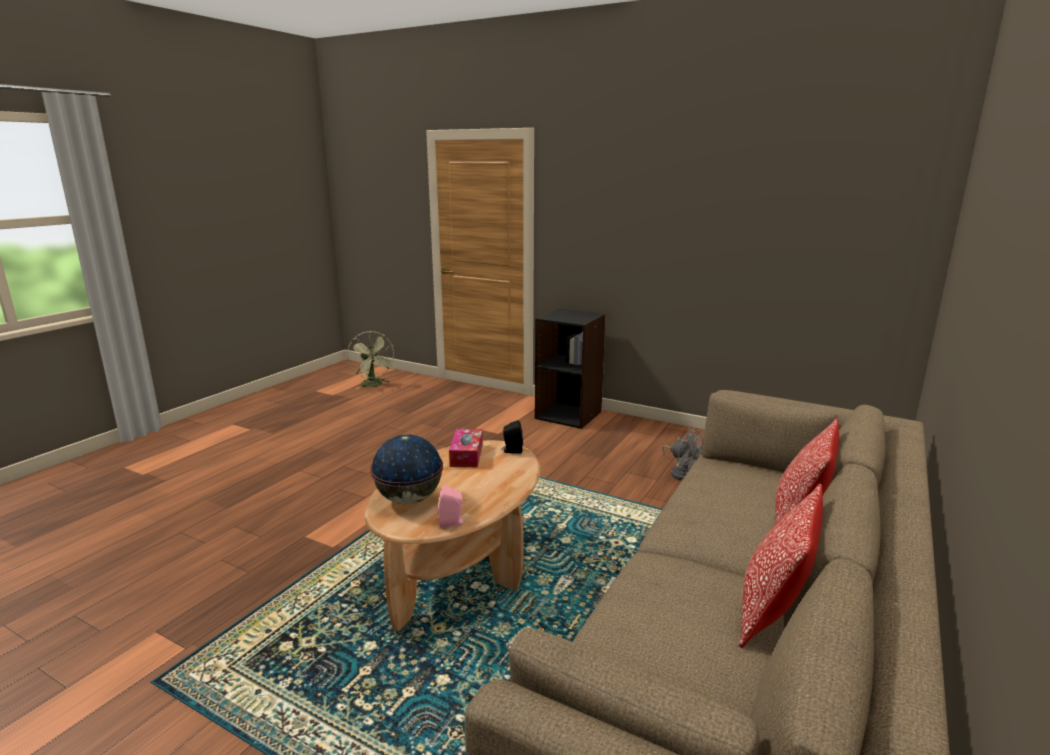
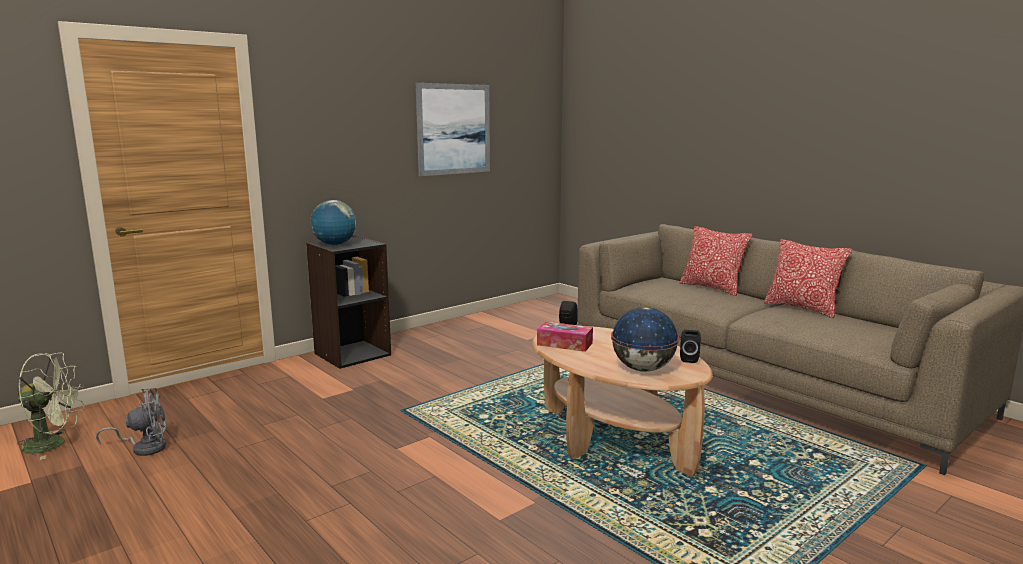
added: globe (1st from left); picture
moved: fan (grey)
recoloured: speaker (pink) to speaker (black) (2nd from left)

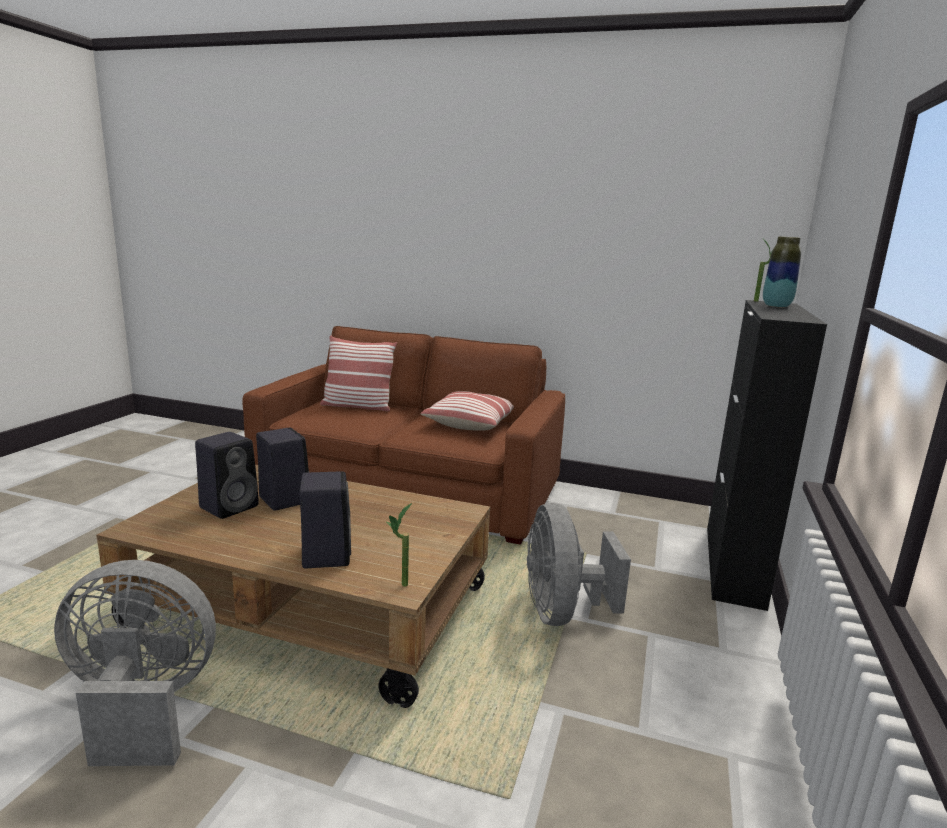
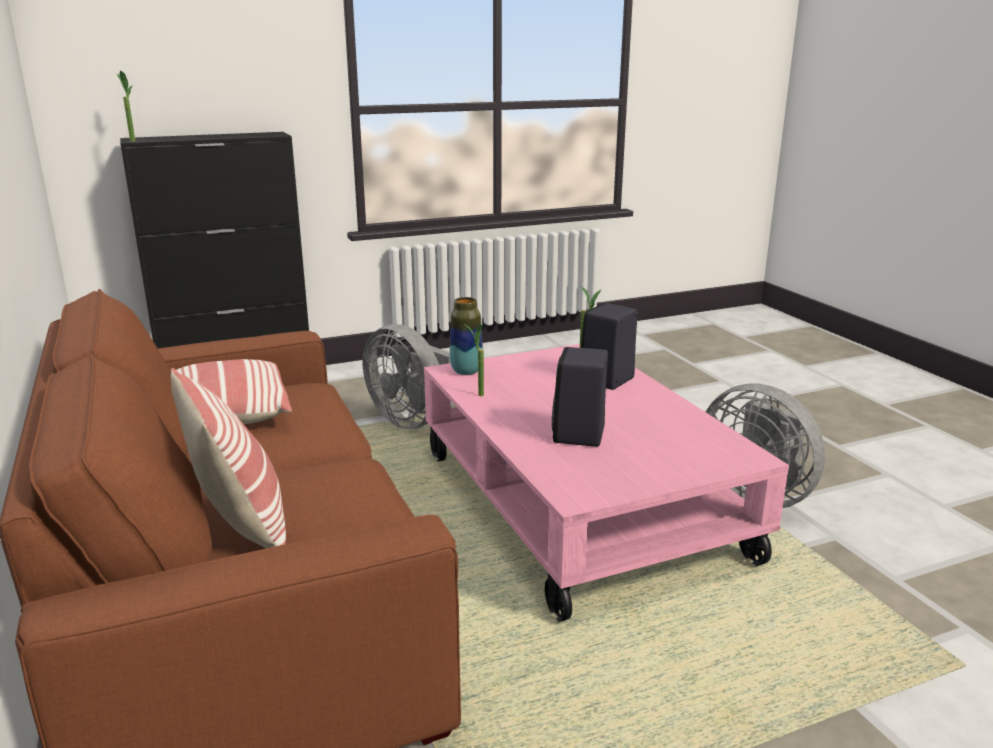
removed: speaker (black) (1st from left)
added: potted plant (2nd from left)
moved: vase
recoloured: coffee table (brown) to coffee table (pink)
turned: fan (grey) (2nd from left in the first image) 90 degrees clockwise

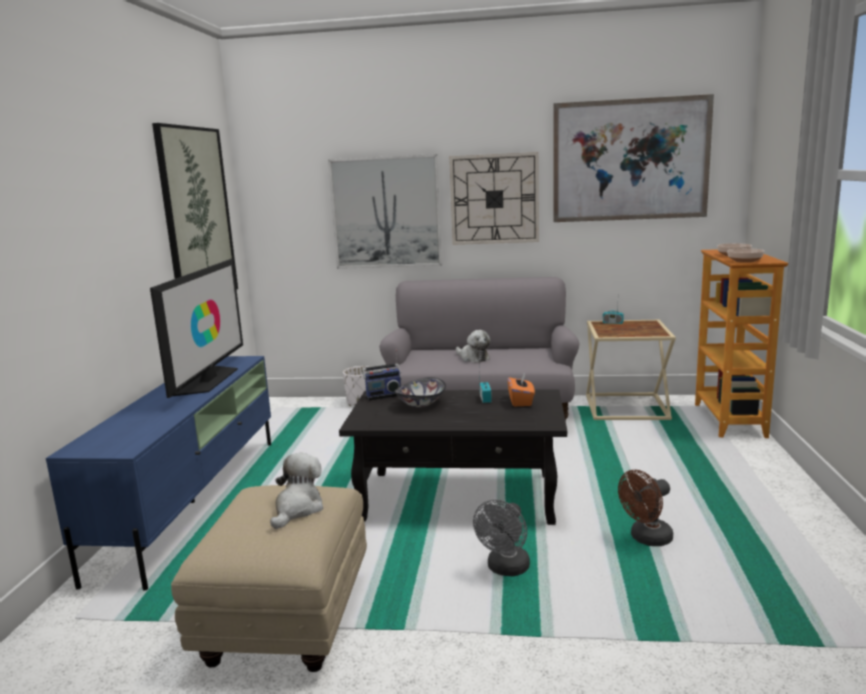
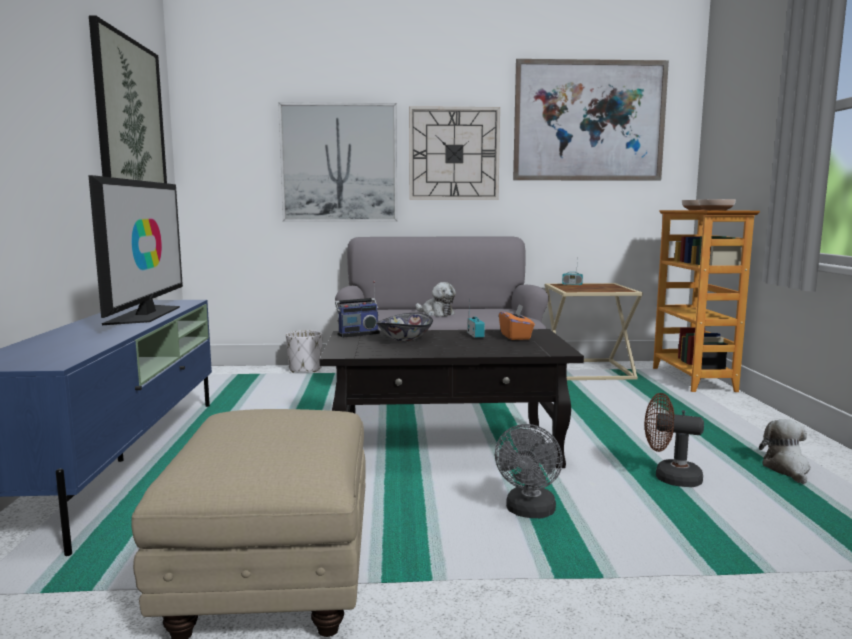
moved: plush toy (1st from left in the first image) to plush toy (2nd from left)
turned: fan (brown) 60 degrees clockwise

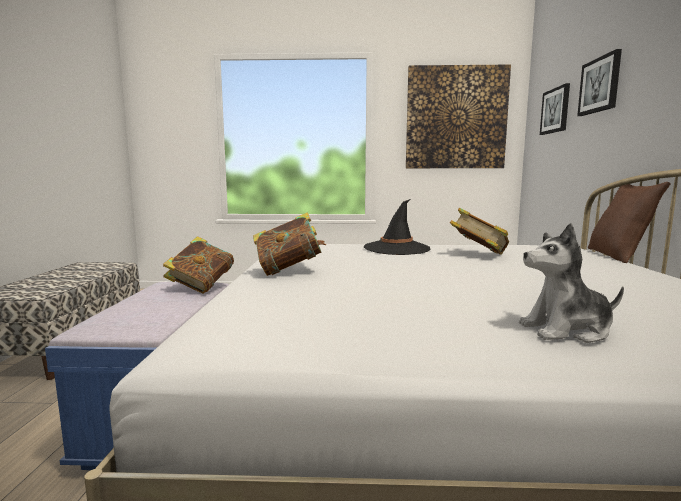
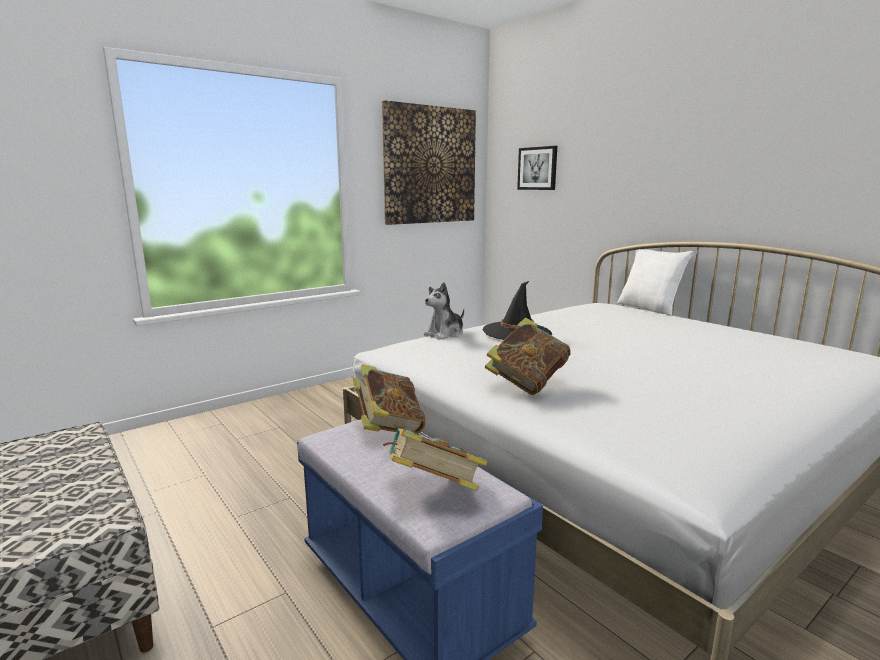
removed: picture (3rd from left)
moved: book (3rd from left in the first image) to book (2nd from left); plush toy
recoloured: pillow (brown) to pillow (white)

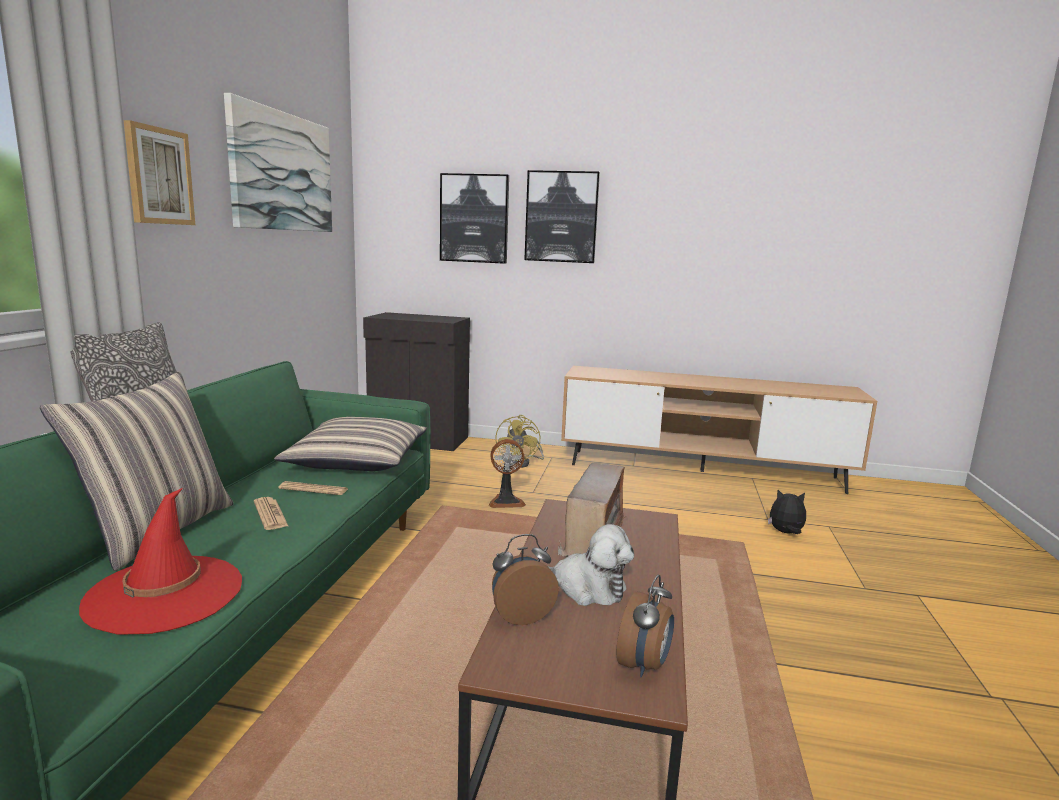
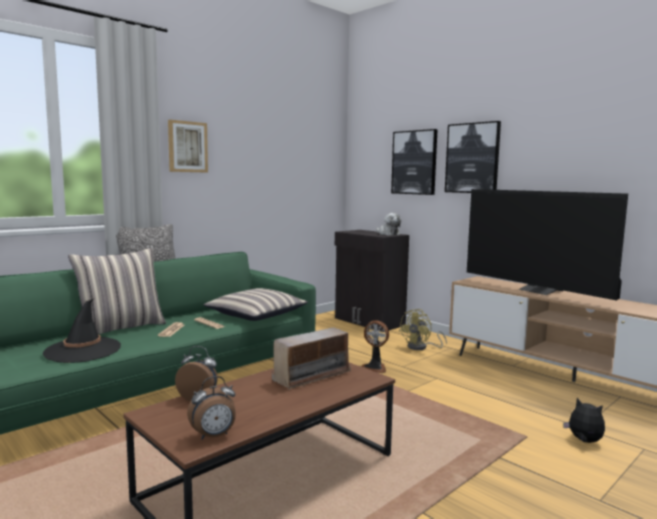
removed: picture (2nd from left)
added: television
moved: plush toy (1st from left)
recoloured: hat (red) to hat (black)

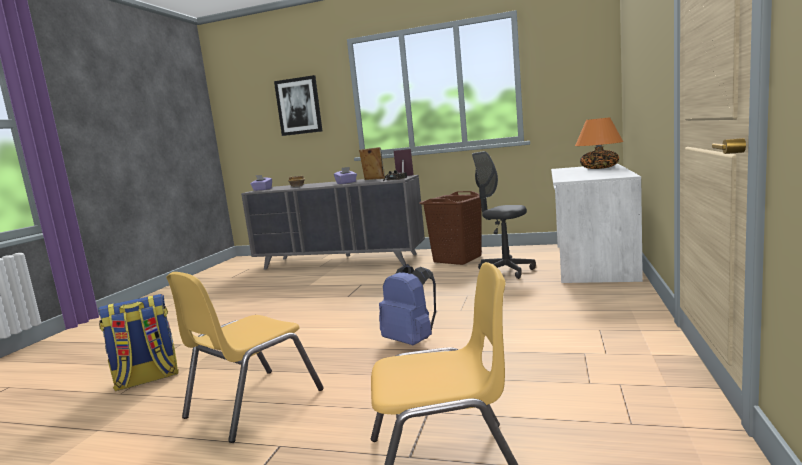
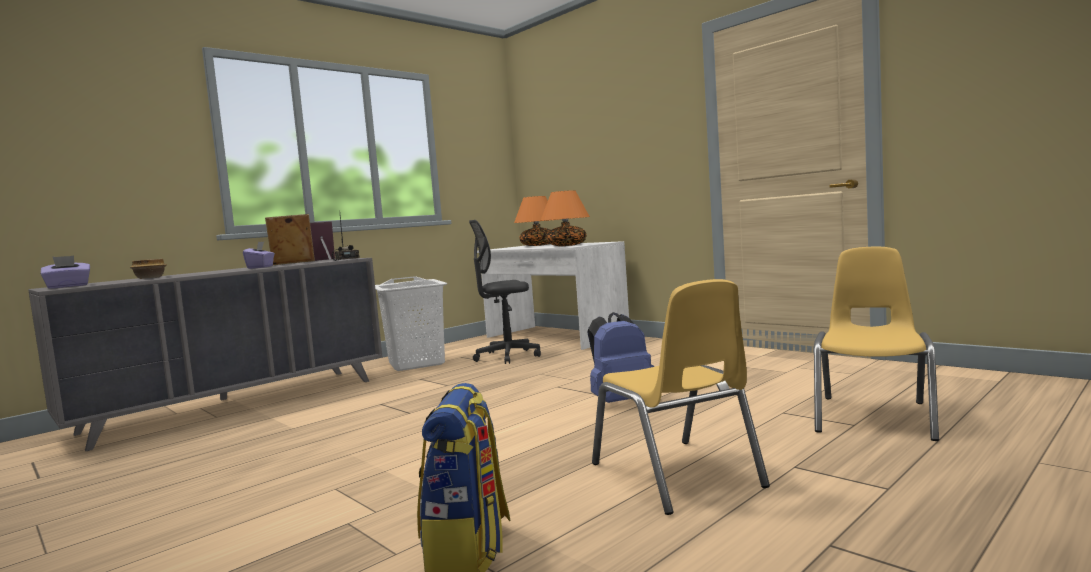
removed: picture
added: table lamp (orange) (2nd from left)
recoloured: laundry basket (brown) to laundry basket (white)

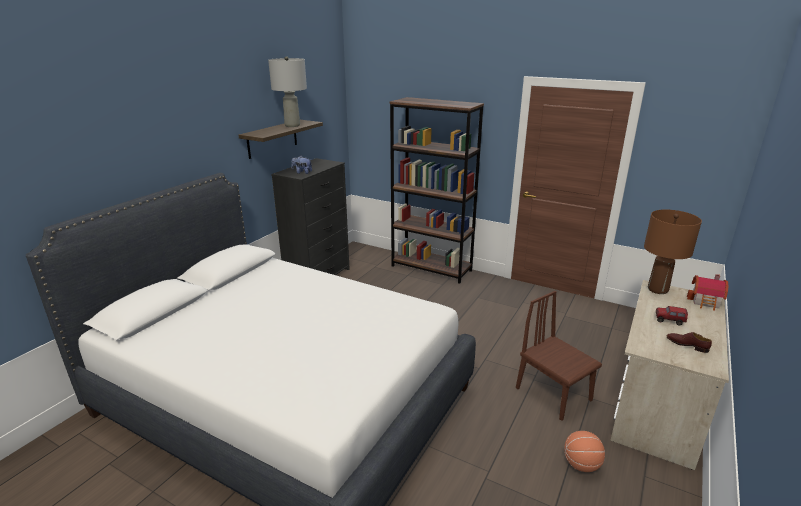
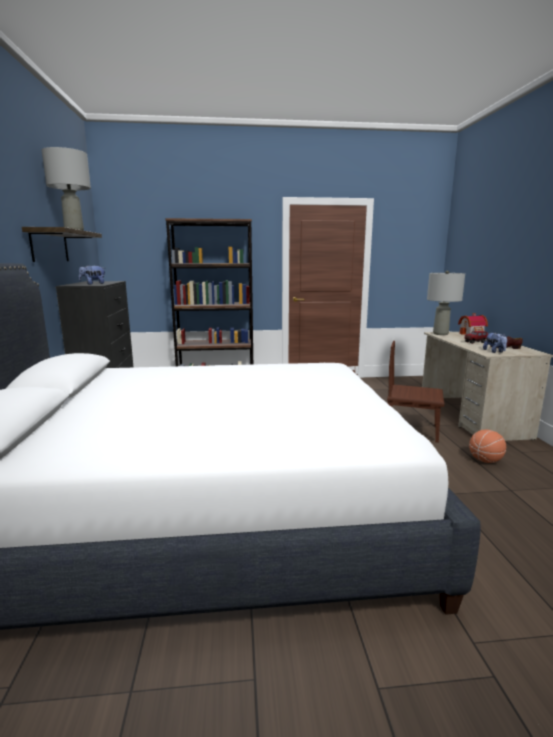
added: plush toy (2nd from left)
recoloured: table lamp (brown) to table lamp (grey) (2nd from left)

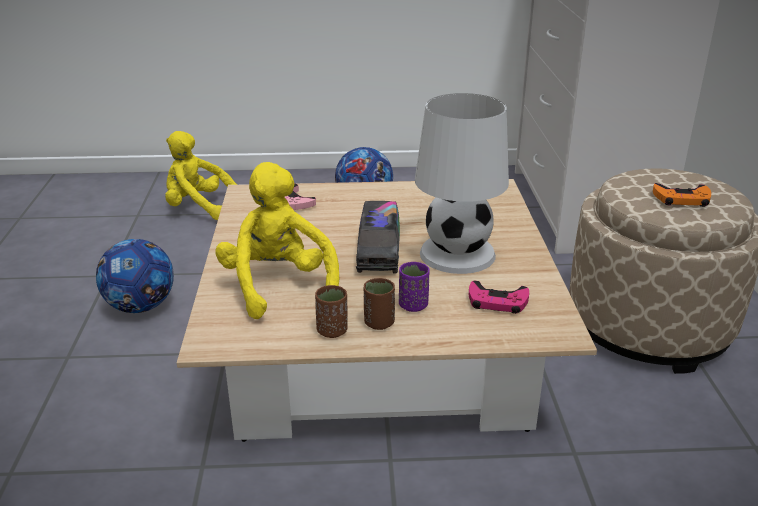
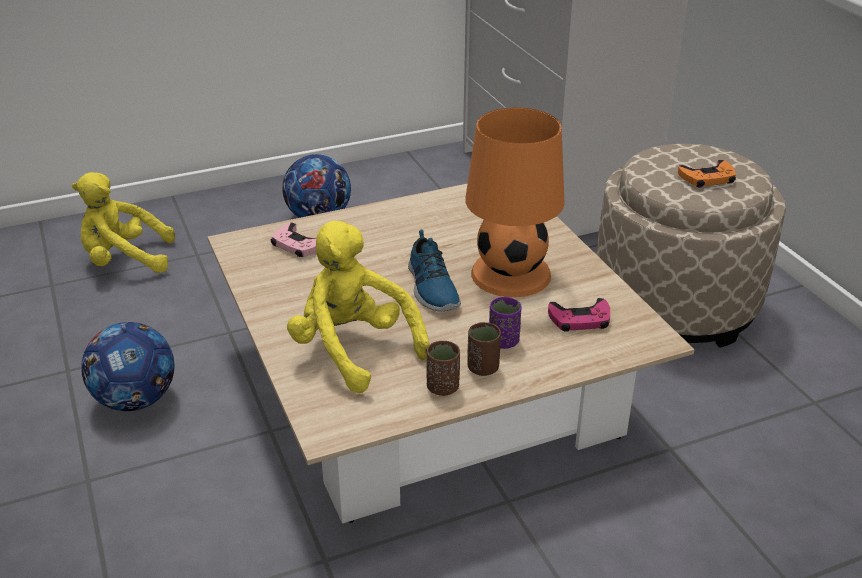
replaced: toy truck to shoe
recoloured: table lamp (white) to table lamp (orange)

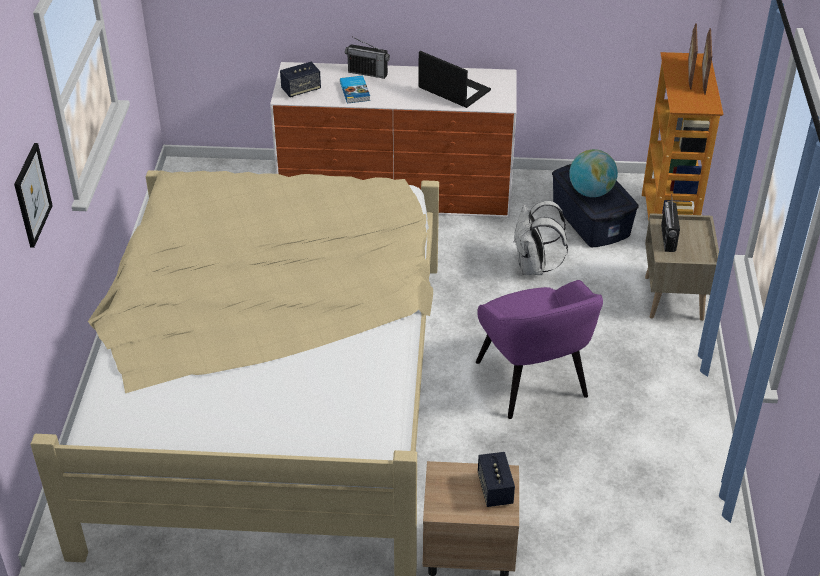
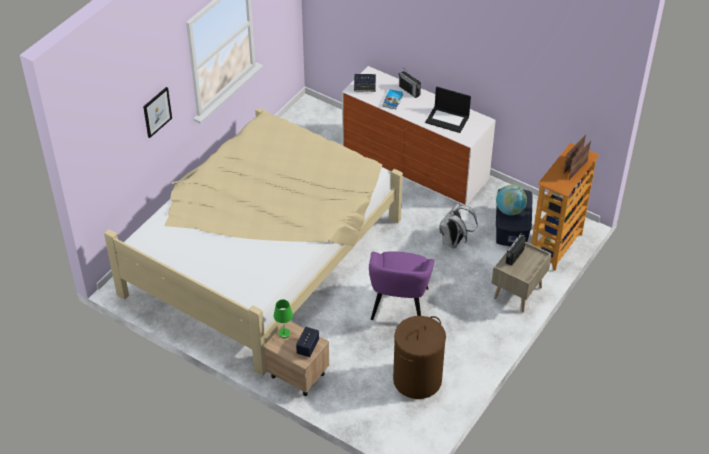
added: table lamp (green); laundry basket (brown)
turned: laptop 135 degrees clockwise

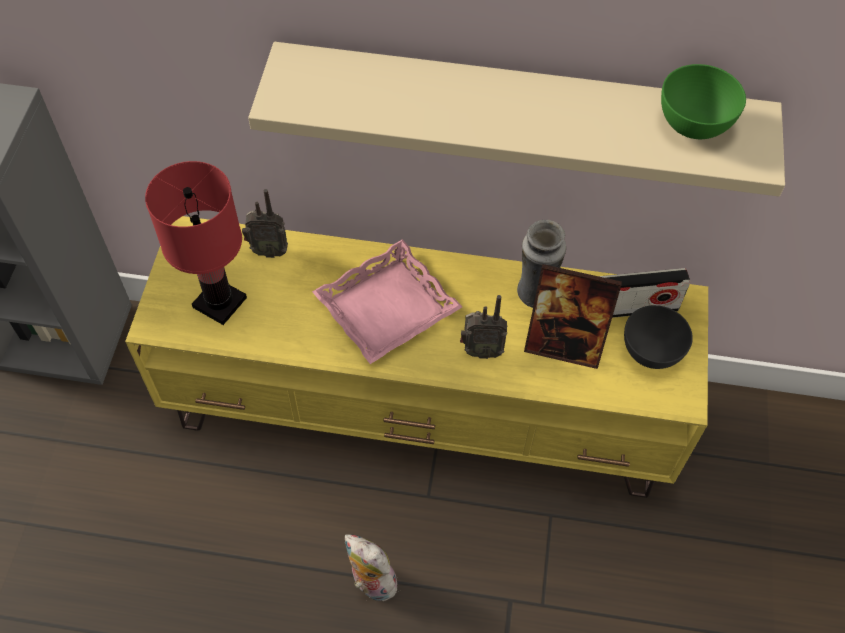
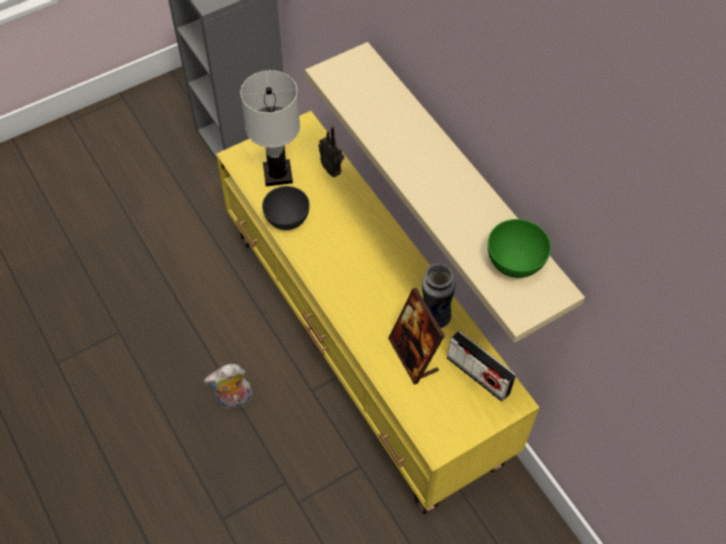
removed: tray (pink); radio (2nd from left)
moved: bowl (grey)
recoloured: table lamp (red) to table lamp (white)
turned: plush toy 105 degrees counterclockwise

